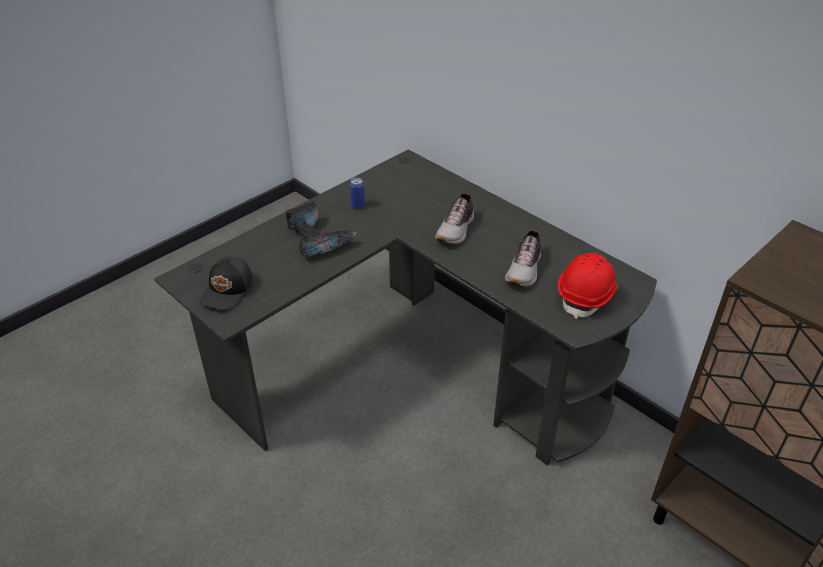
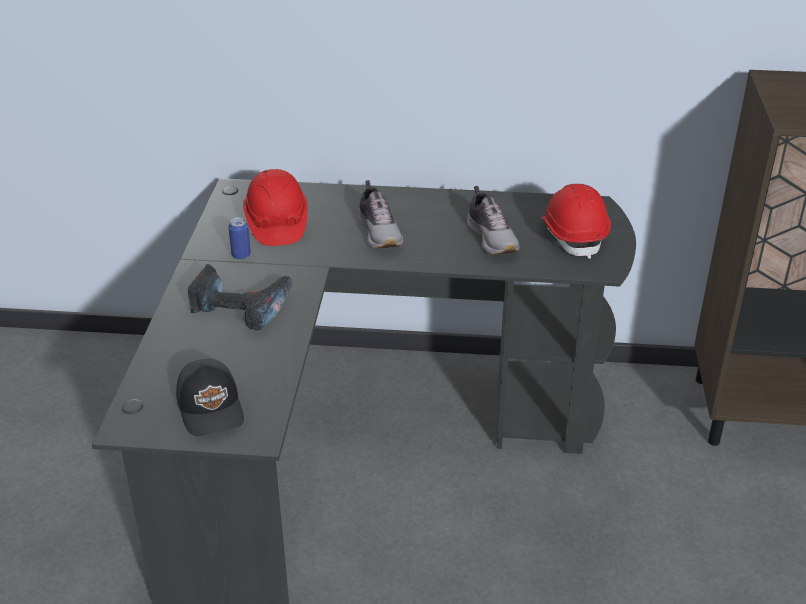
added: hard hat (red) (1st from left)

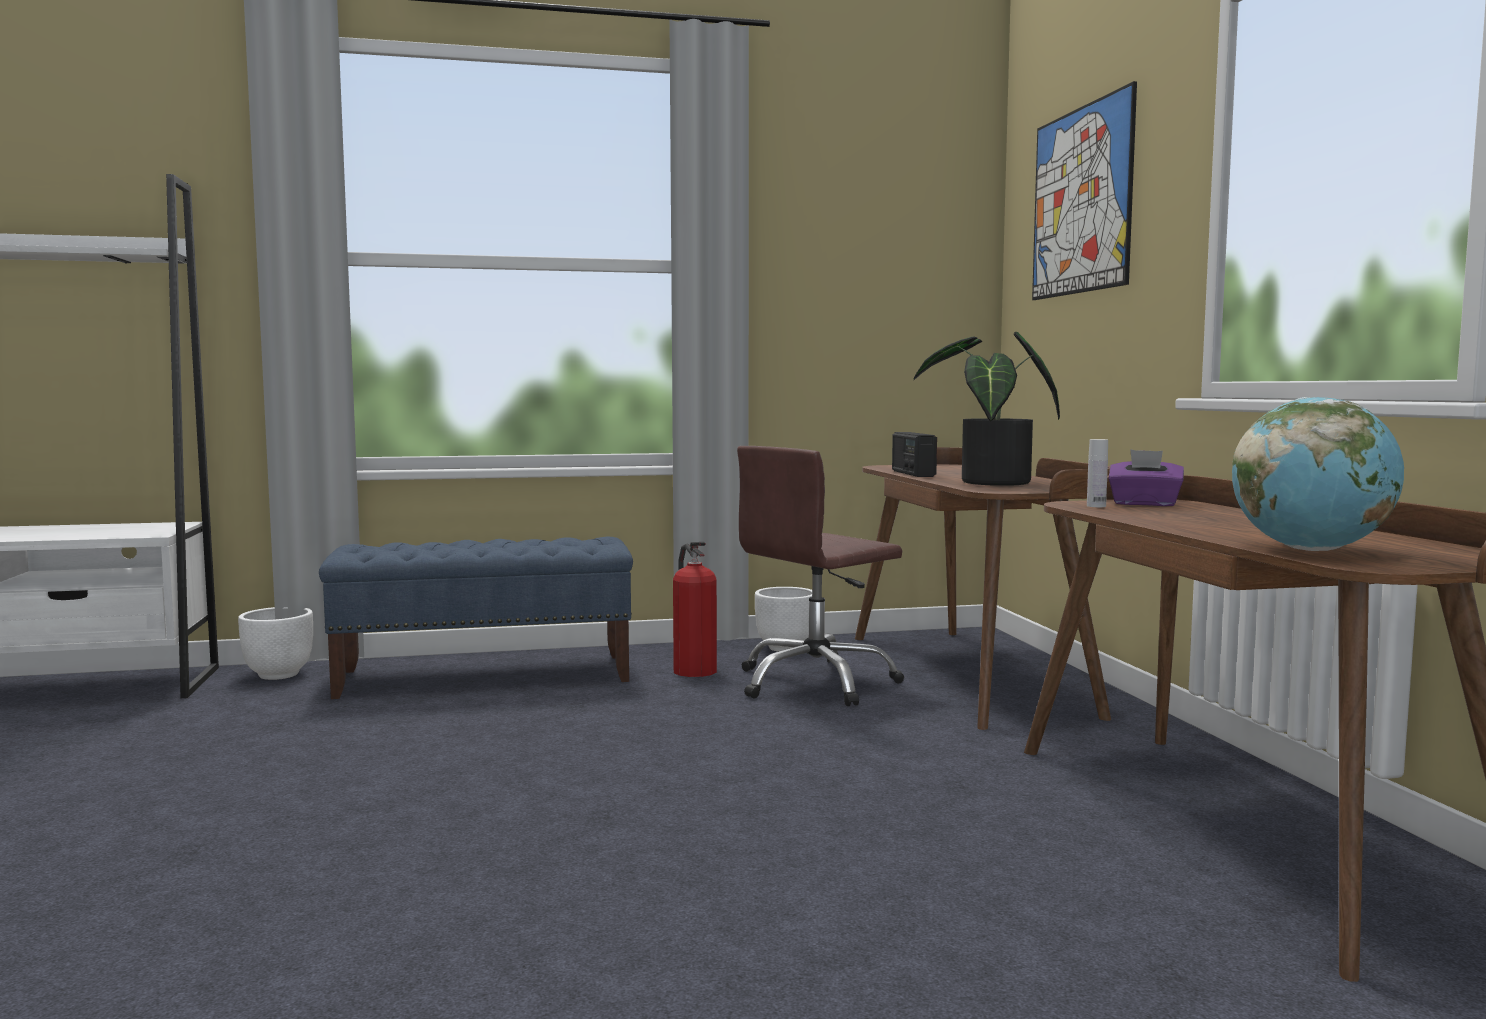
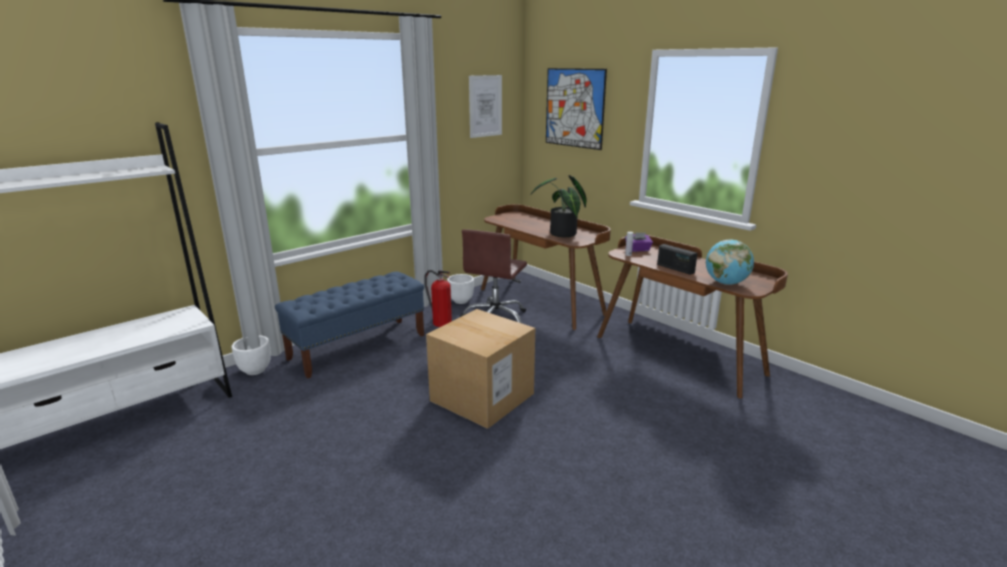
added: cardboard box; picture (1st from left)
moved: radio

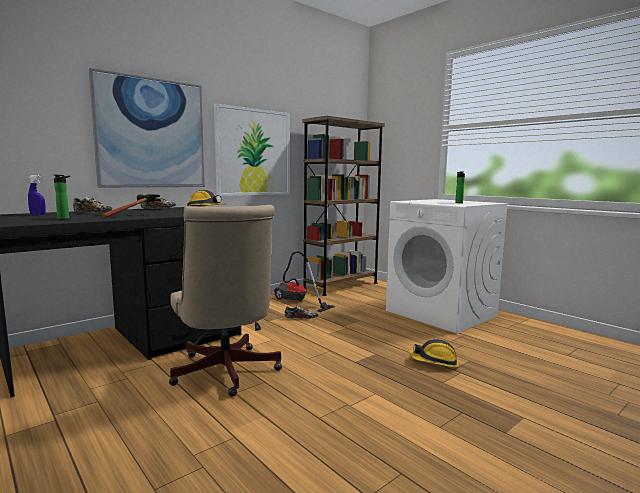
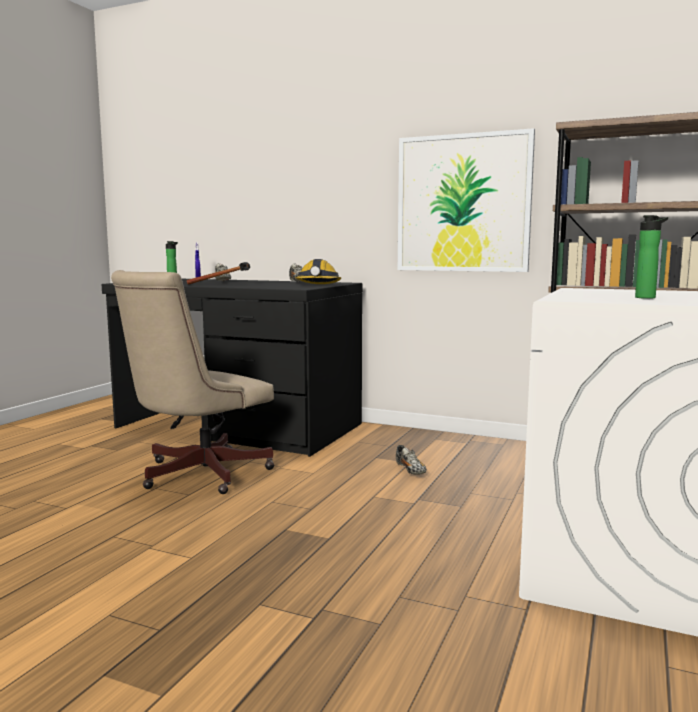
removed: picture (1st from left); vacuum cleaner; hard hat (2nd from left)

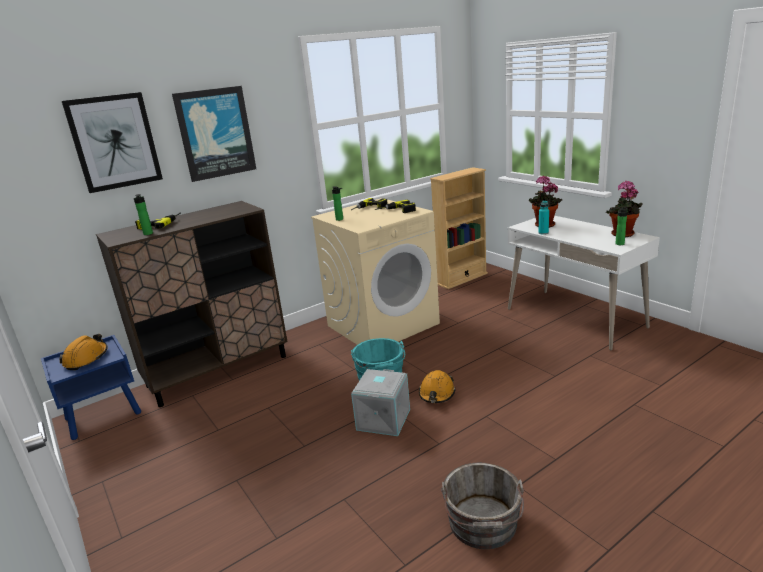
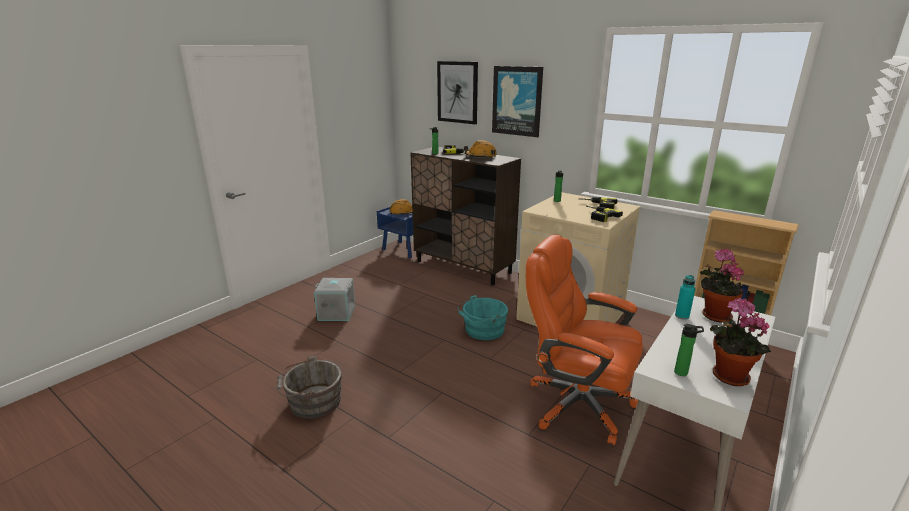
added: office chair (orange)
moved: storage box (grey); hard hat (orange) (2nd from left)

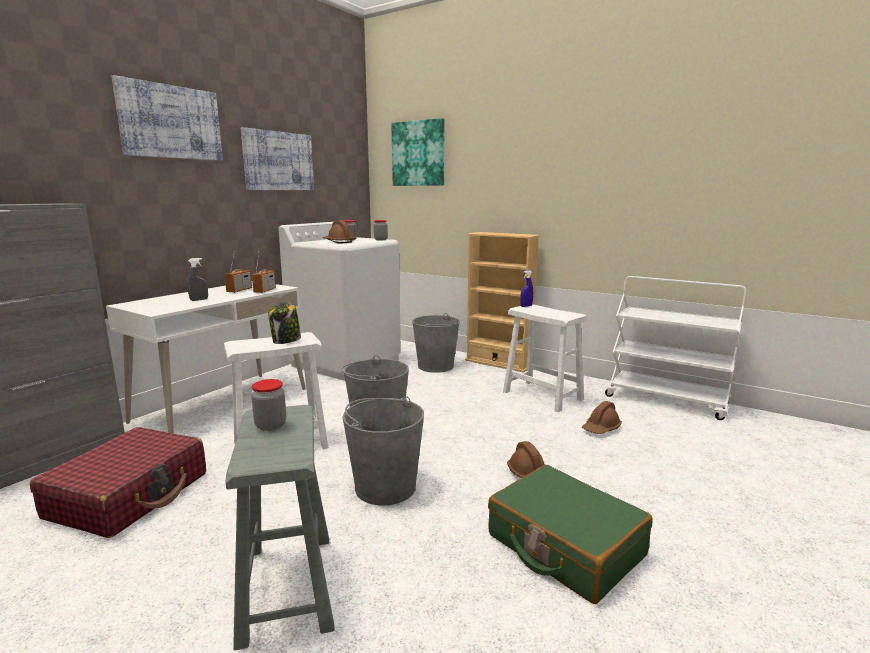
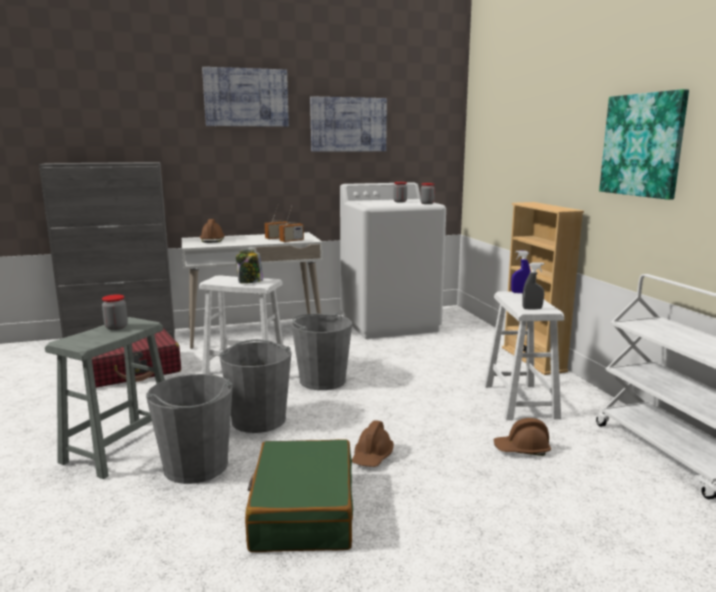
moved: spray bottle (grey); hard hat (brown) (1st from left); picture (3rd from left); bucket (grey) (3rd from left in the first image) to bucket (grey) (1st from left)

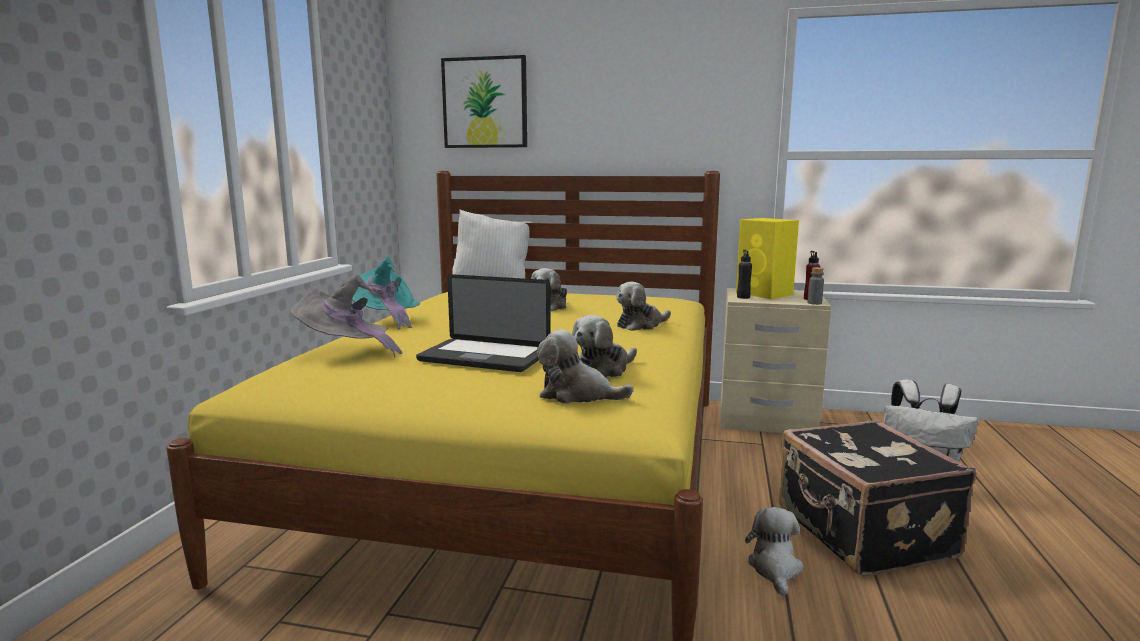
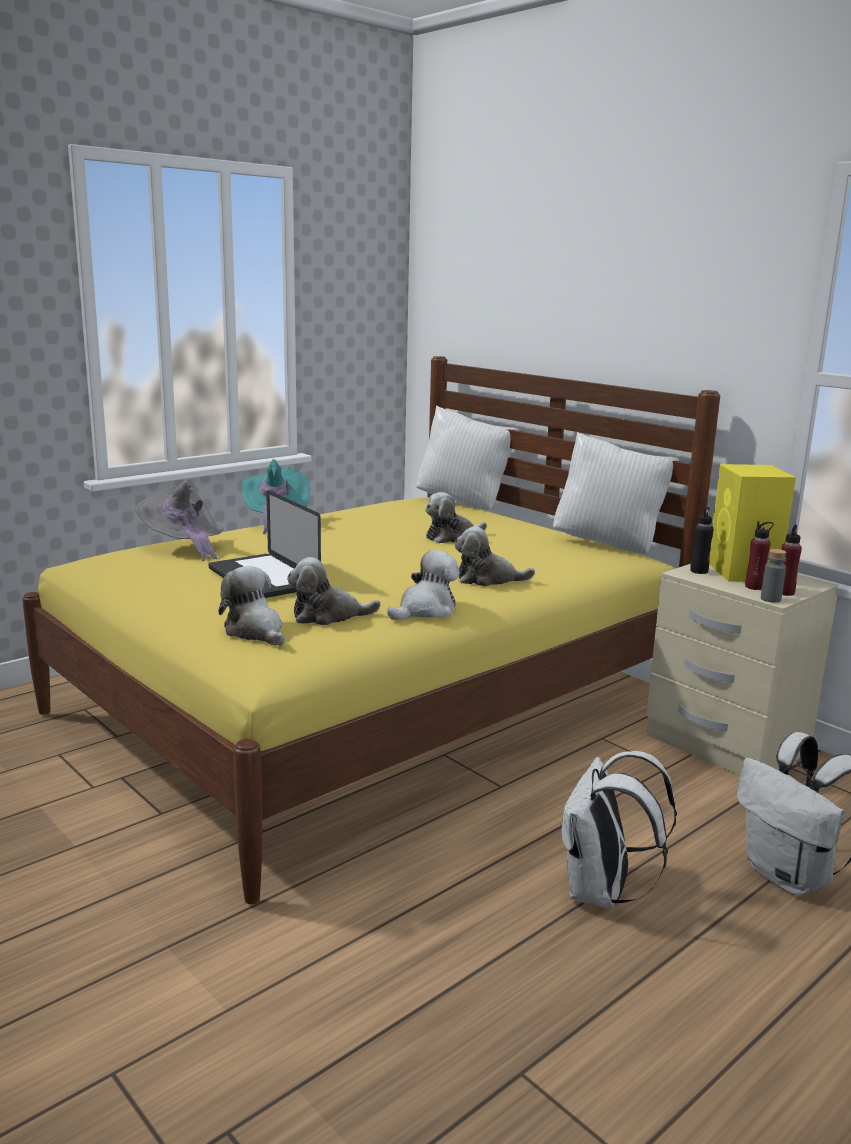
removed: picture
added: pillow (white) (2nd from left); bottle (red) (1st from left)
moved: plush toy (5th from left in the first image) to plush toy (3rd from left)
replaced: suitcase (black) to backpack (white) (1st from left)

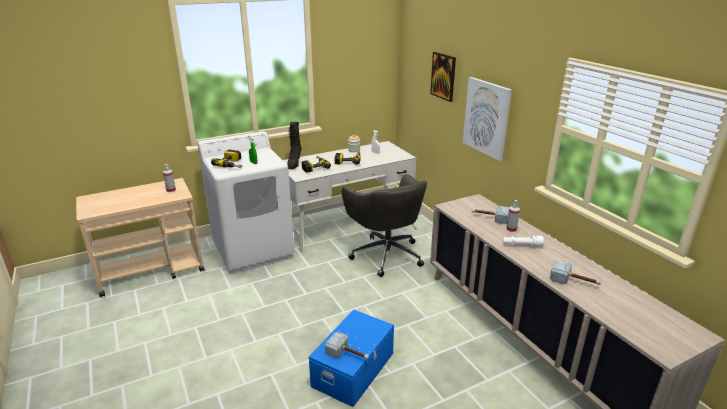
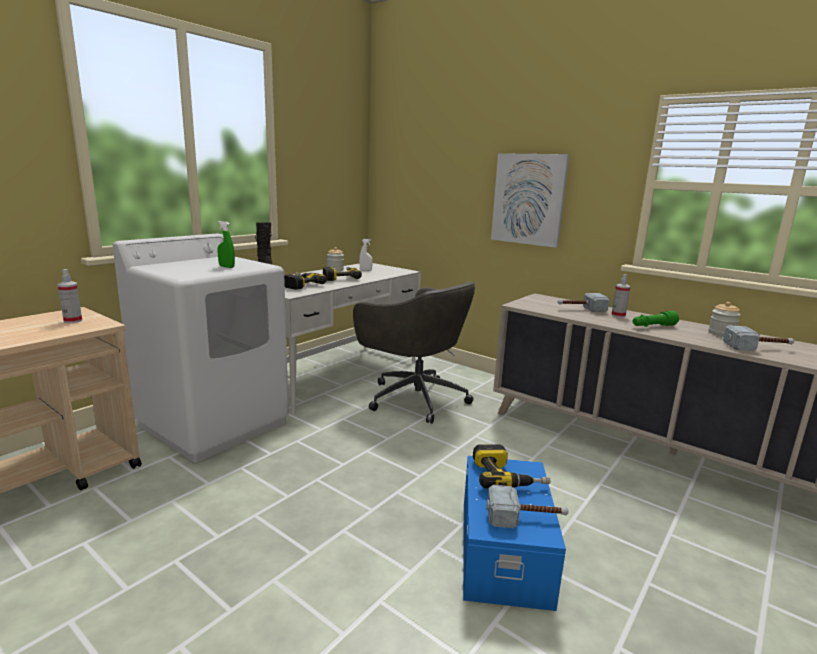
removed: picture (1st from left)
added: jar (2nd from left)
moved: power drill (1st from left in the first image) to power drill (3rd from left)
recoloured: flashlight (white) to flashlight (green)

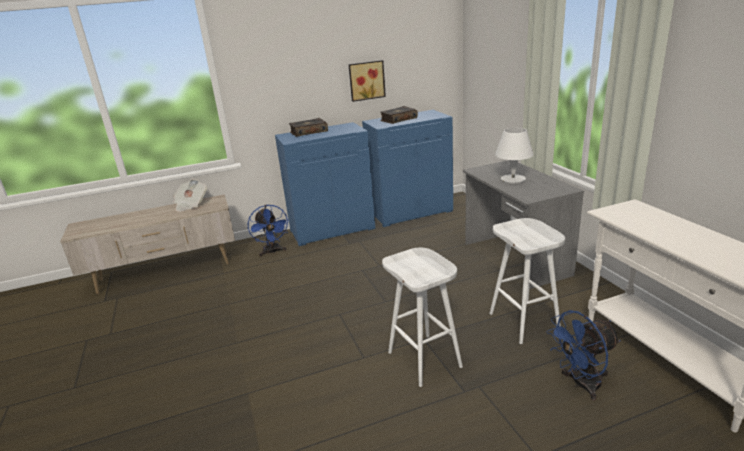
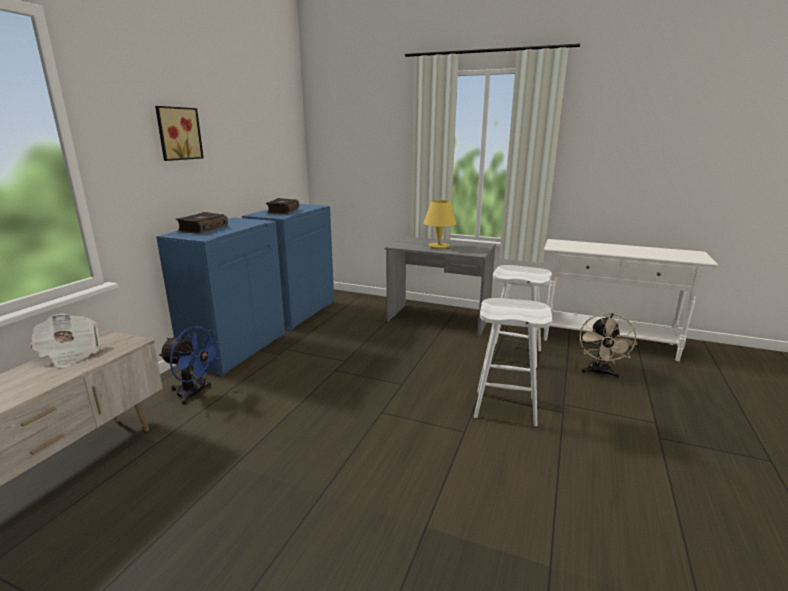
moved: picture
recoloured: table lamp (white) to table lamp (yellow); fan (blue) (2nd from left) to fan (beige)

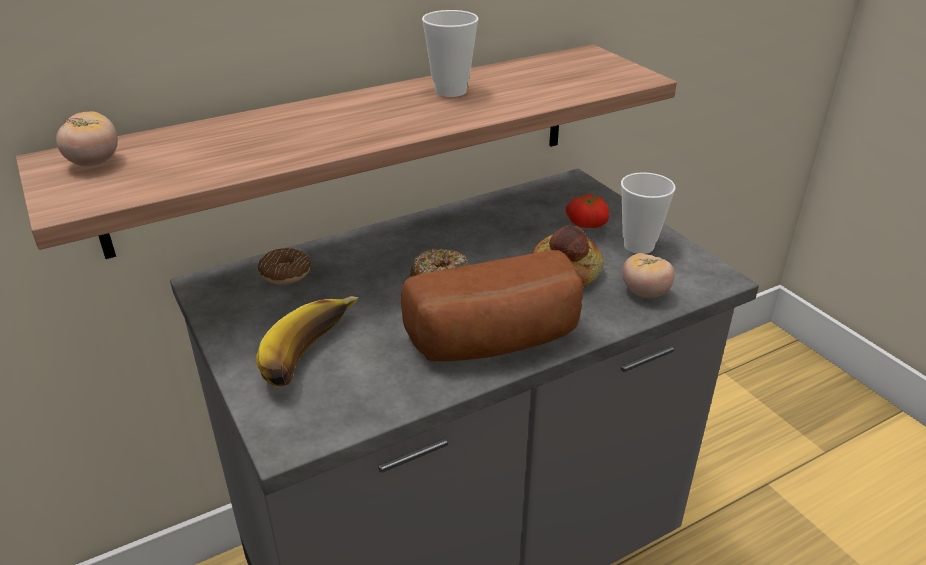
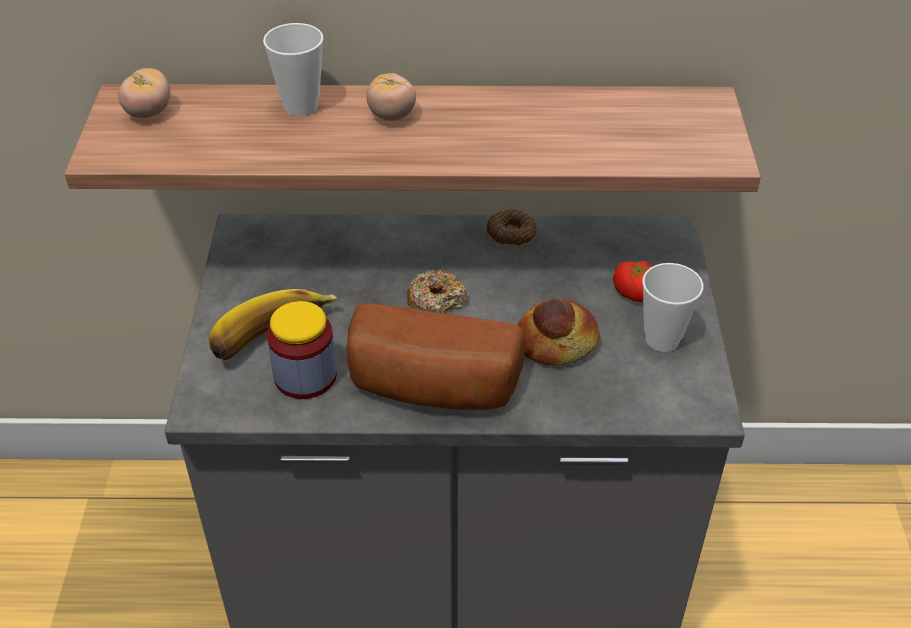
added: jar
moved: donut (1st from left in the first image) to donut (2nd from left); cup (1st from left); tomato (3rd from left in the first image) to tomato (2nd from left)

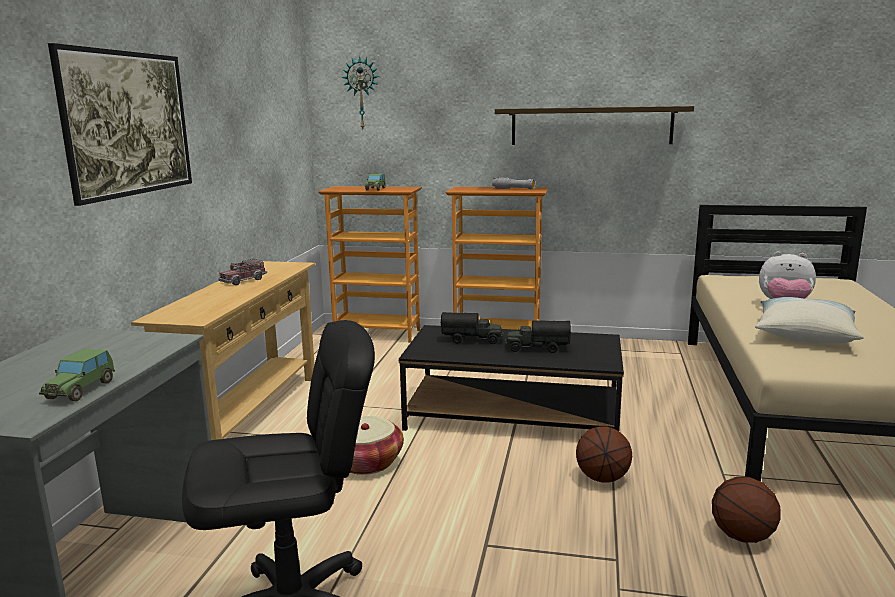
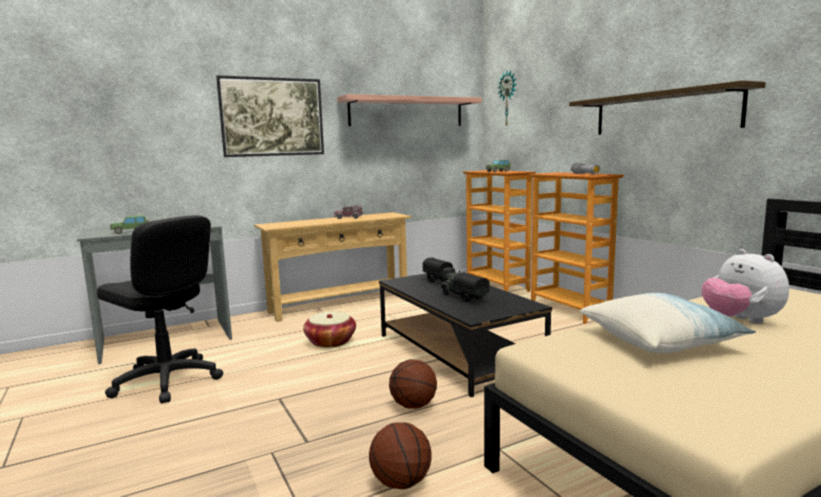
added: shelf (1st from left)

